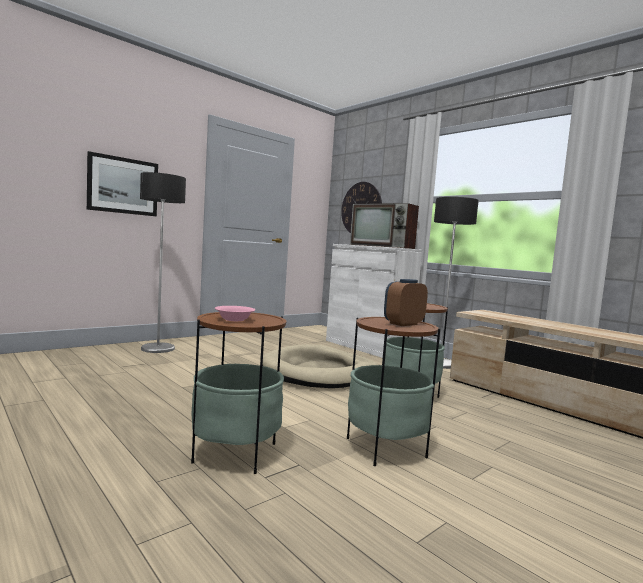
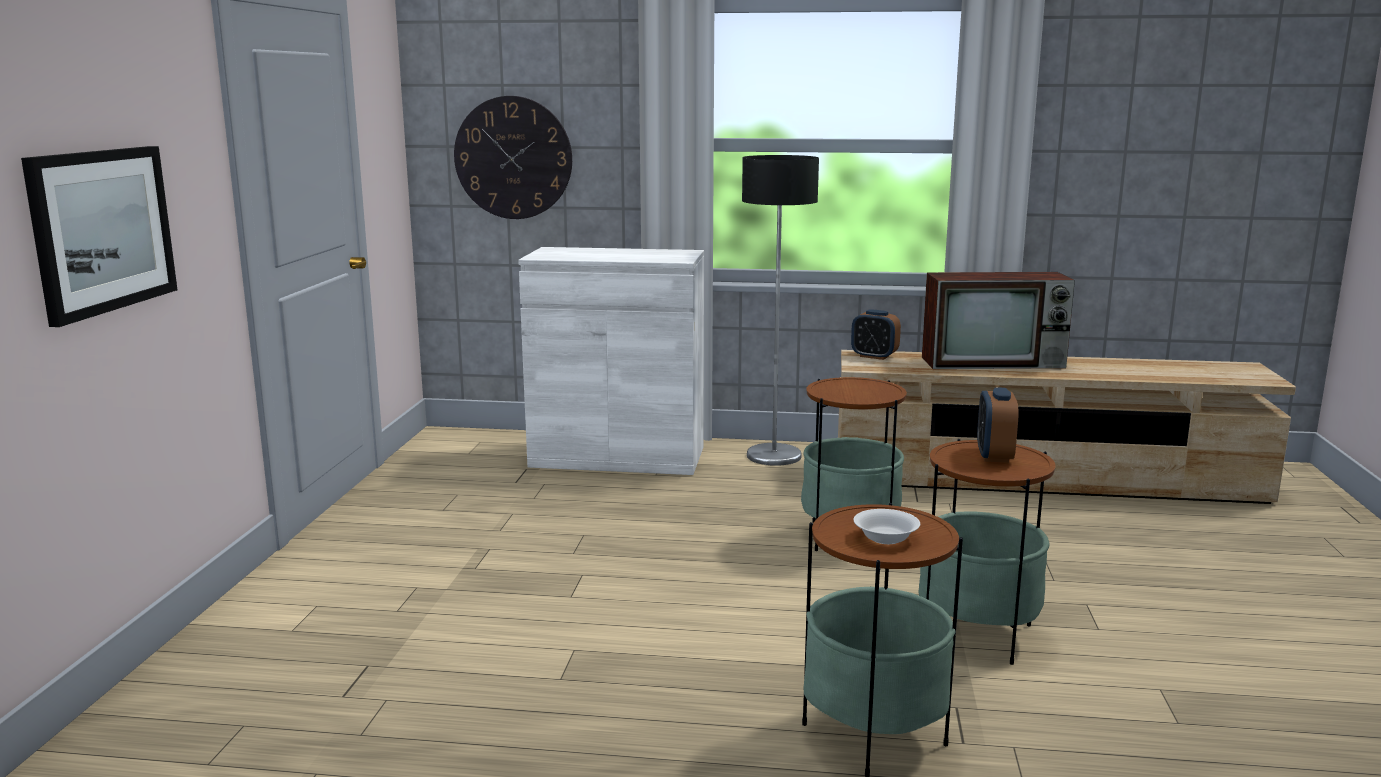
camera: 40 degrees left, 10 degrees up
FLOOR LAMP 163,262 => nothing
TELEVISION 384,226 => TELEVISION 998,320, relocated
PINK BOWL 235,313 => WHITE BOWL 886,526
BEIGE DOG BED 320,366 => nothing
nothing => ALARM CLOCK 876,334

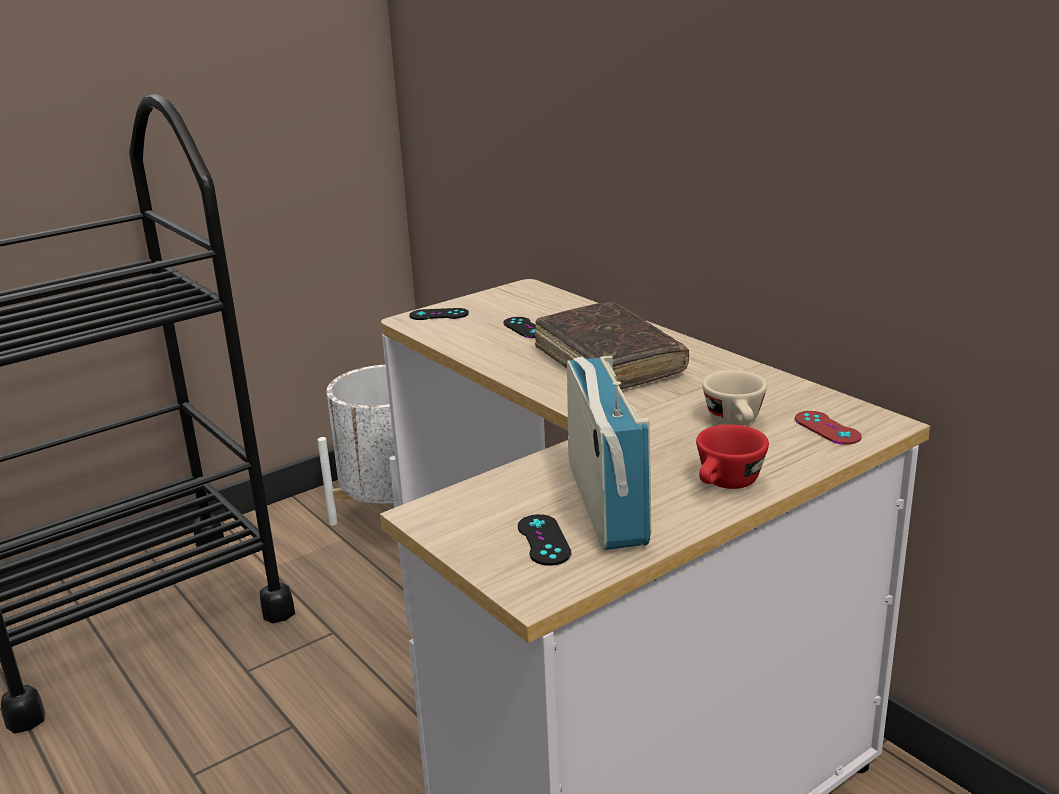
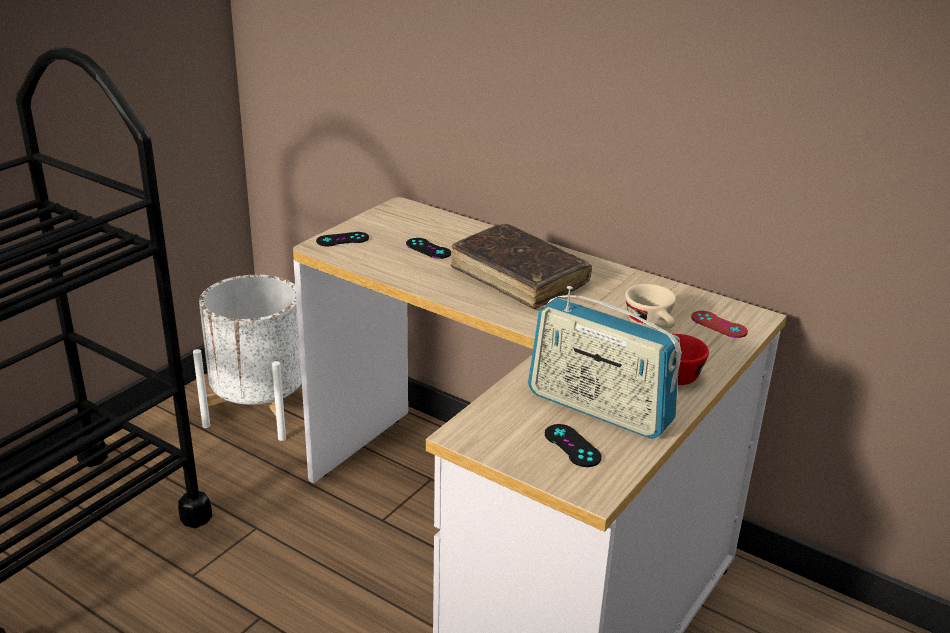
camera: 20 degrees left, 5 degrees up
RADIO 609,453 => RADIO 605,362, 150 degrees clockwise

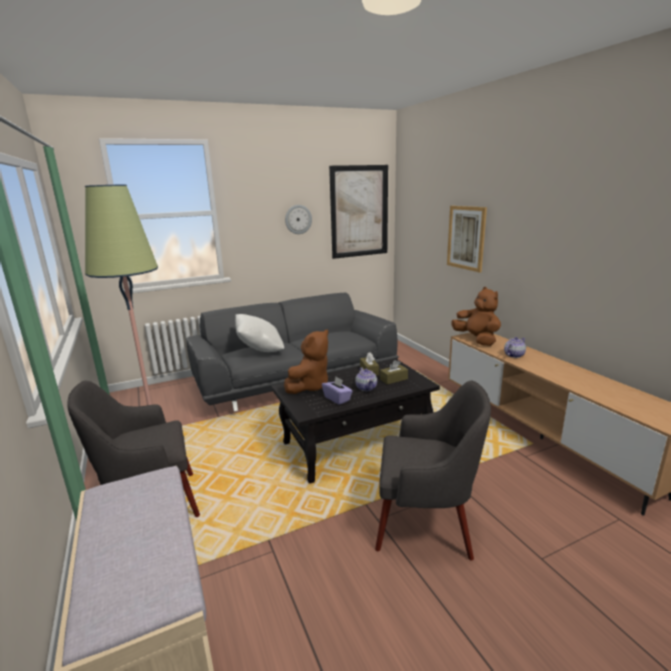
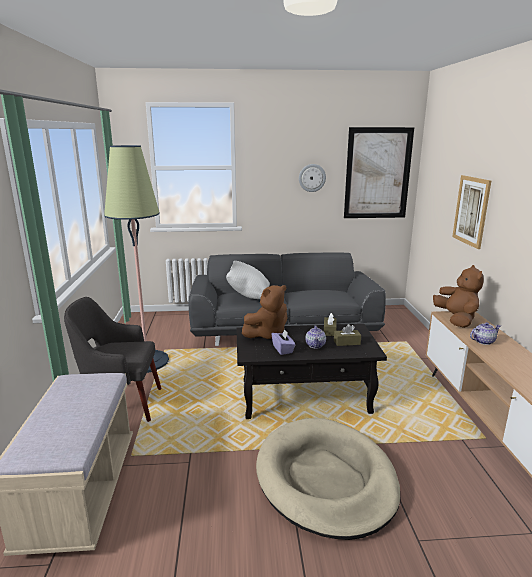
camera: 20 degrees right, 0 degrees up
GREY ARMCHAIR 433,471 => BEIGE DOG BED 328,479

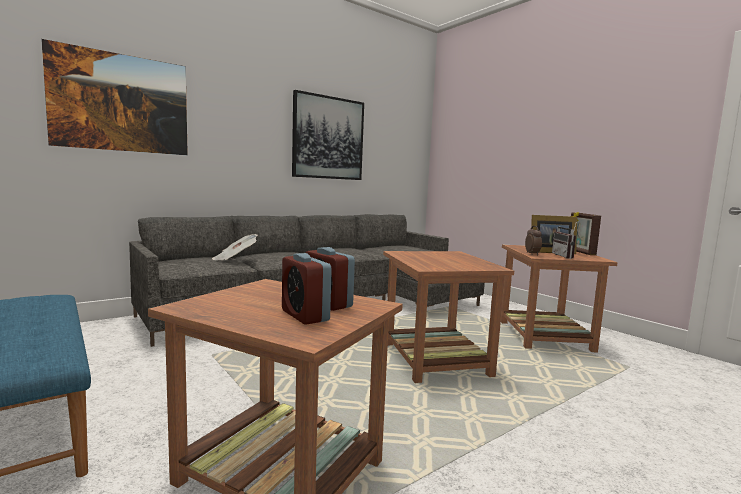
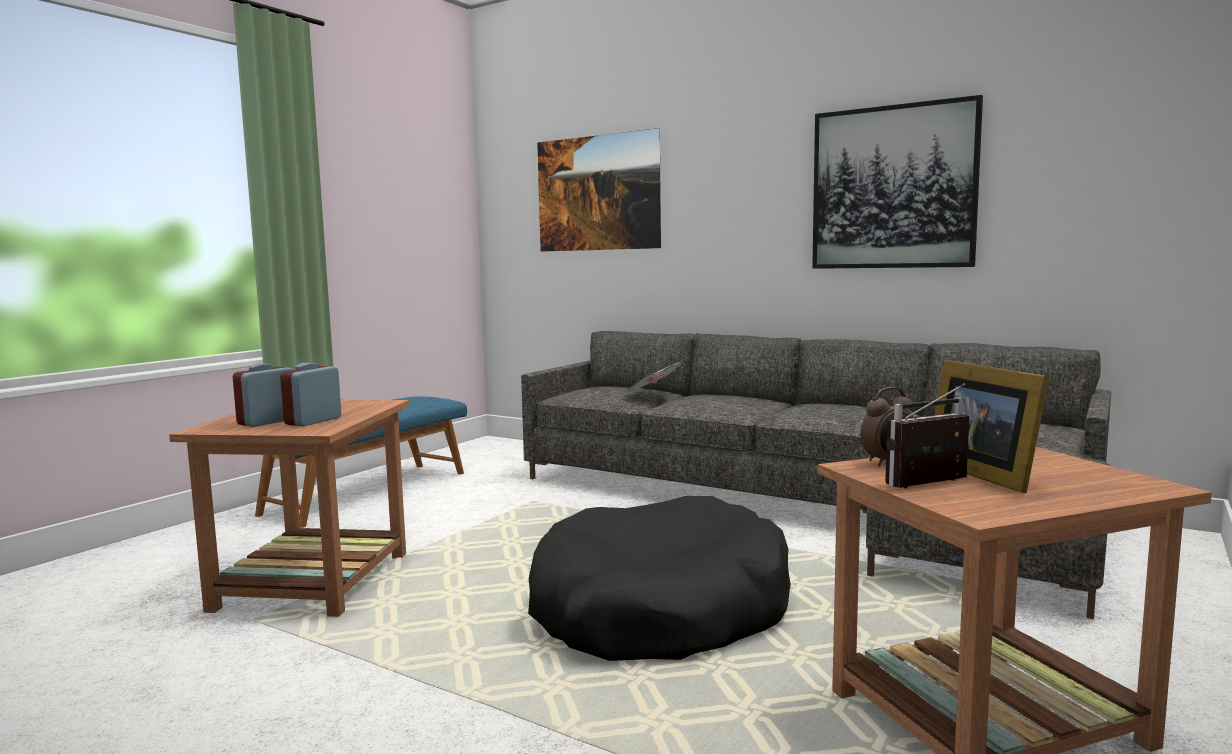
camera: 70 degrees right, 0 degrees up
PICTURE FRAME 586,233 => nothing
BROWN SIDE TABLE 448,317 => BLACK DOG BED 659,578

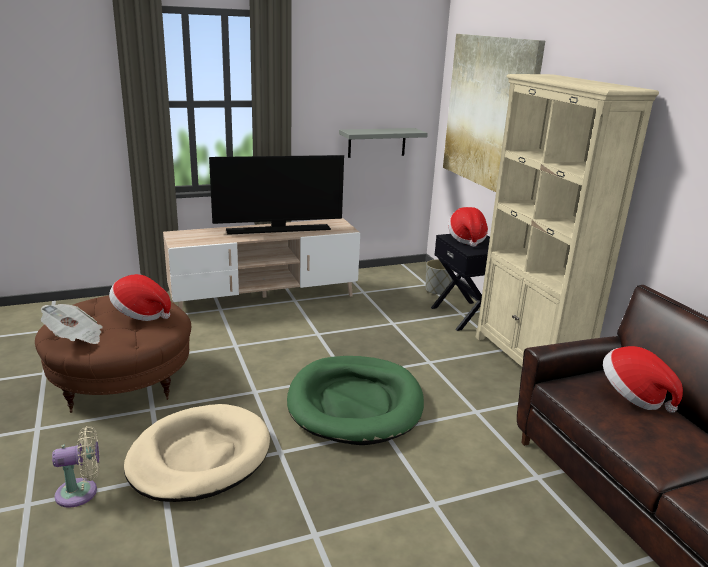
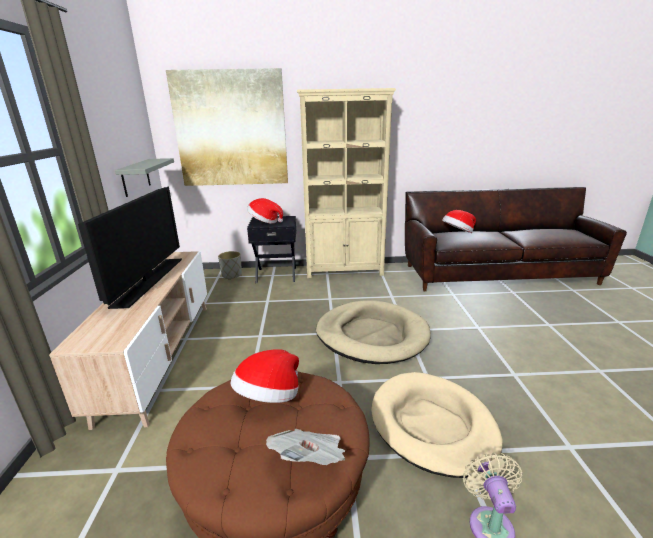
camera: 70 degrees left, 0 degrees up
GREEN DOG BED 355,400 => BEIGE DOG BED 373,332

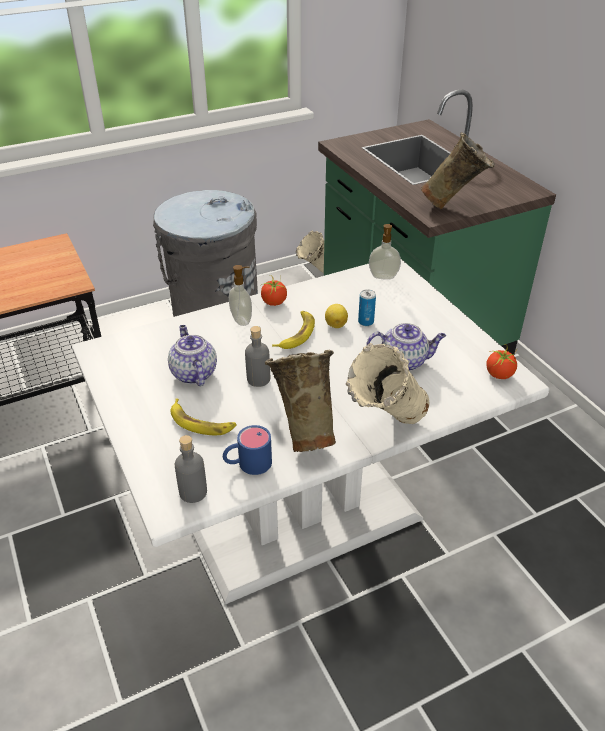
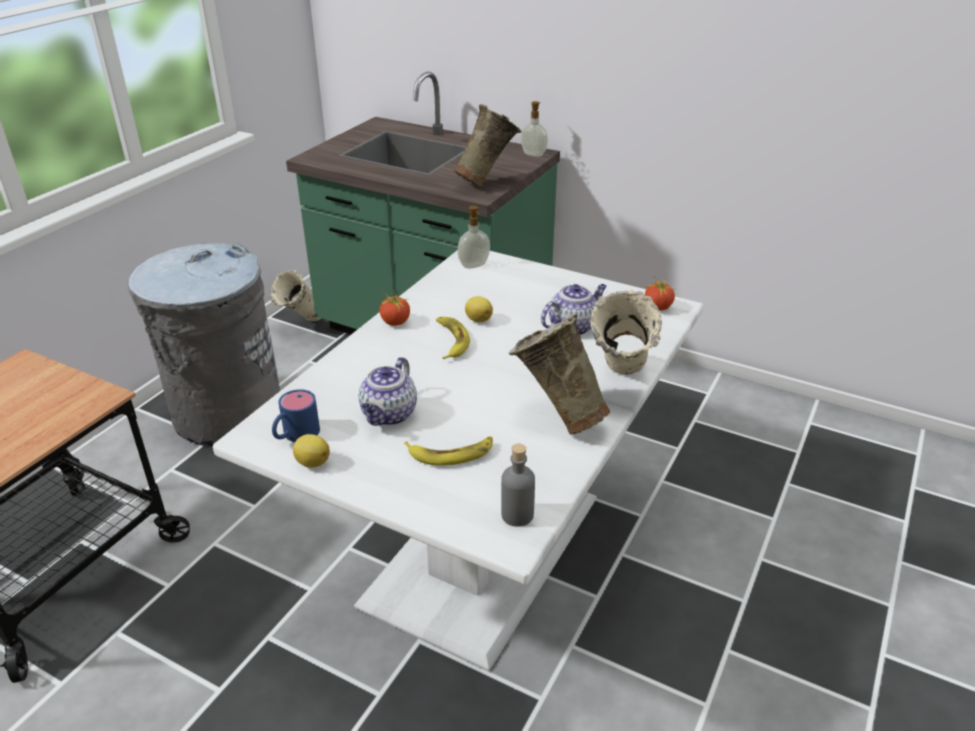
camera: 35 degrees left, 5 degrees down
SOAP DISPENSER 240,295 => SOAP DISPENSER 534,129, relocated
CAN 367,307 => nothing
TEAPOT 192,355 => TEAPOT 387,391, 105 degrees counterclockwise
GREY BOTTLE 257,356 => nothing
BLUE MUG 247,450 => BLUE MUG 296,415, relocated
nothing => LEMON 311,451

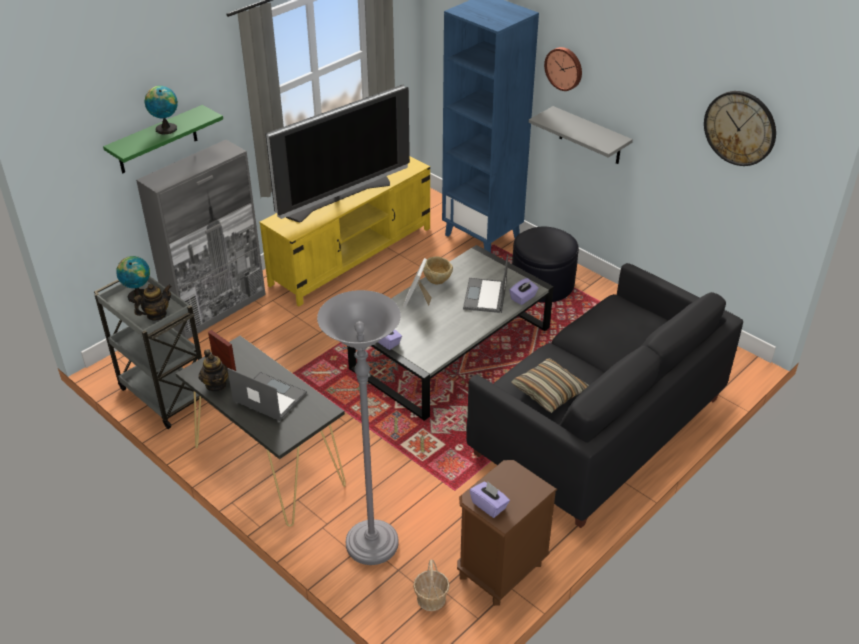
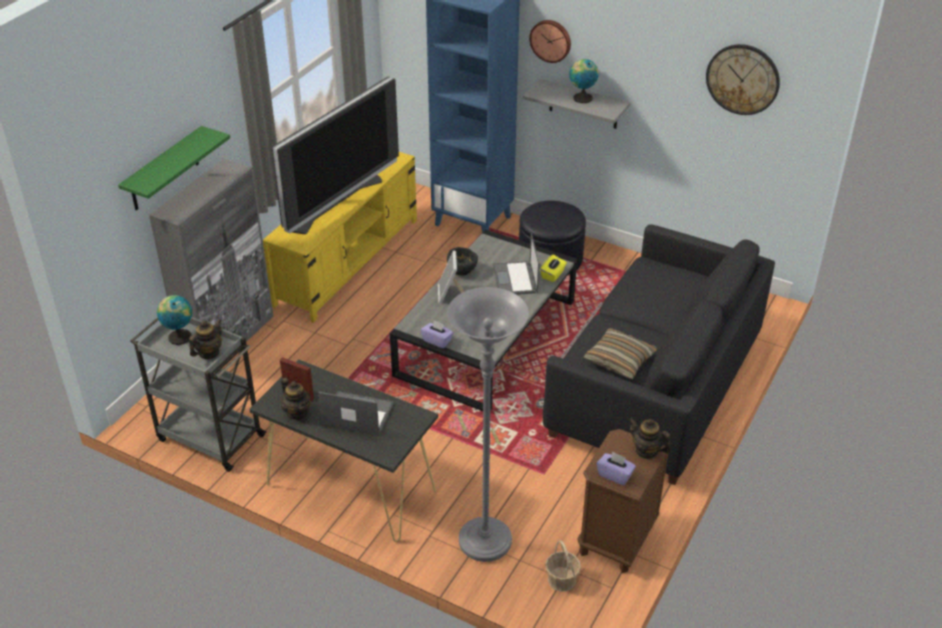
camera: 15 degrees left, 0 degrees up
GLOBE 161,110 => GLOBE 584,81, relocated
BEIGE BOWL 438,270 => BLACK BOWL 462,261
PURPLE TISSUE BOX 524,291 => YELLOW TISSUE BOX 553,268
nothing => TEAPOT 650,438

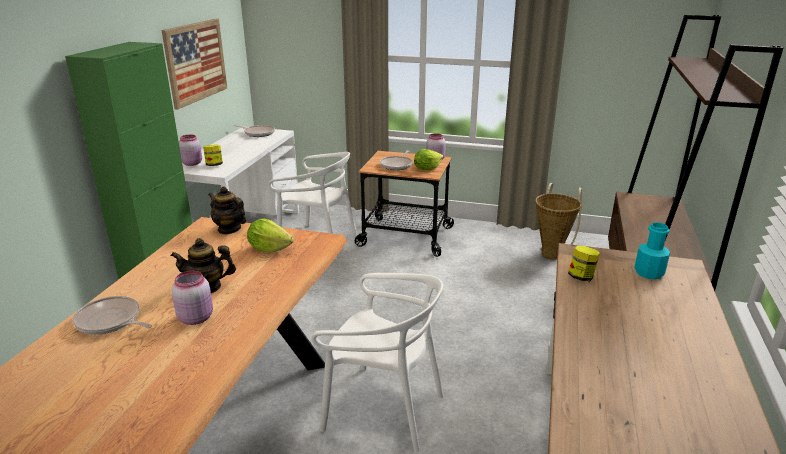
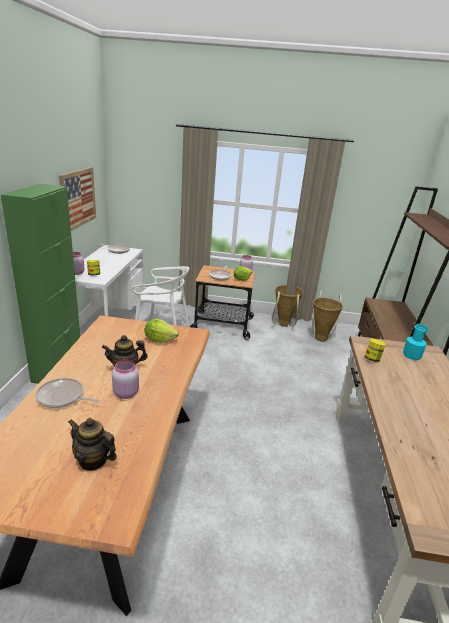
camera: 10 degrees left, 0 degrees up
TEAPOT 227,210 => TEAPOT 93,444, relocated
WHITE CHAIR 377,362 => nothing
nothing => BASKET 287,306

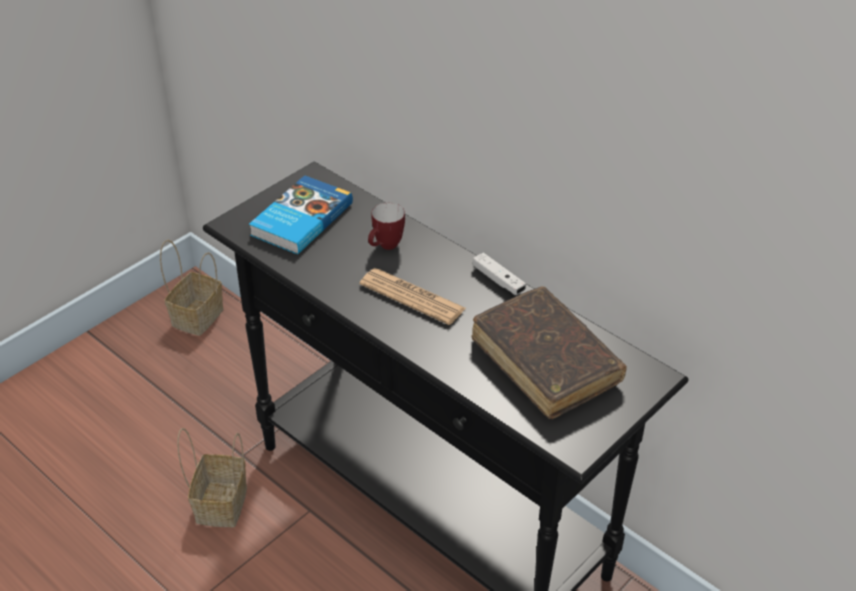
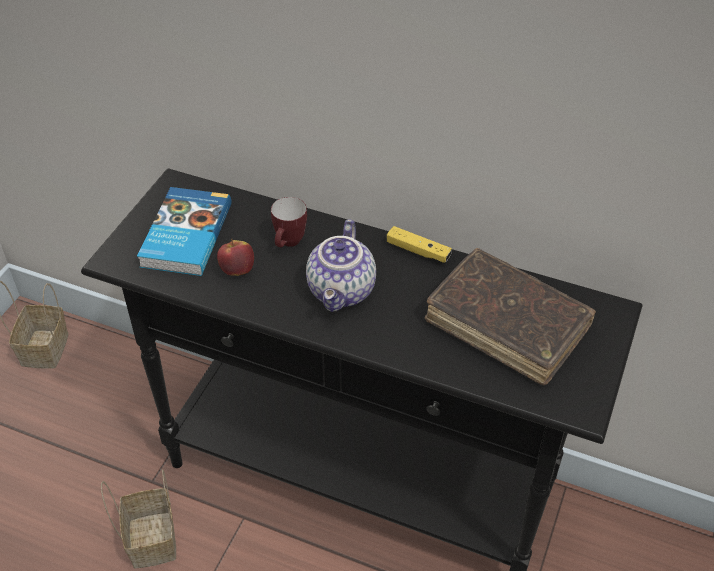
camera: 20 degrees left, 5 degrees up
WHITE GAME CONTROLLER 499,274 => YELLOW GAME CONTROLLER 419,244
NEWSPAPER 413,296 => TEAPOT 341,265
nothing => APPLE 235,257

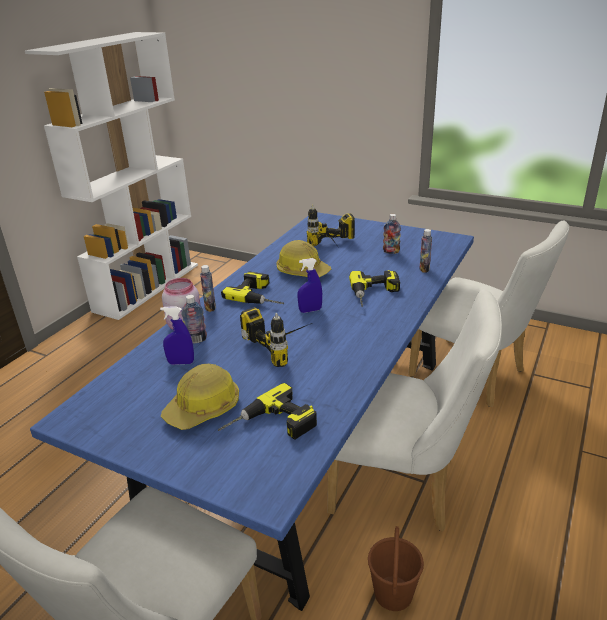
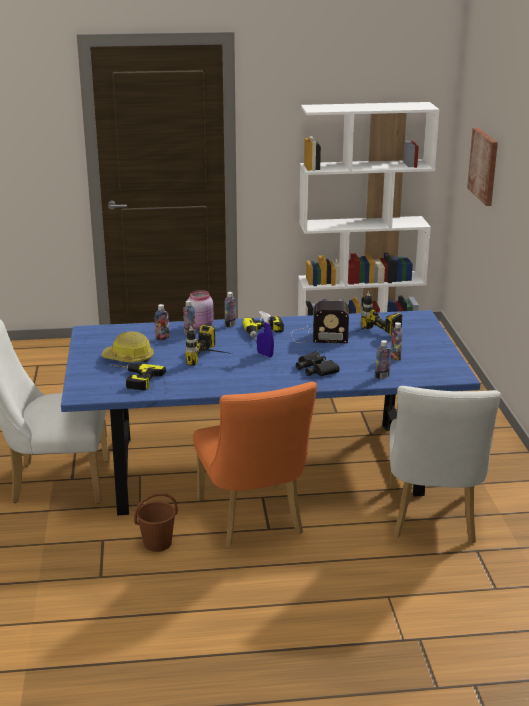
camera: 55 degrees right, 5 degrees down
HARD HAT 303,258 => RADIO 320,322
POWER DRILL 374,288 => BLACK BINOCULARS 318,363
WHITE CHAIR 414,410 => ORANGE CHAIR 255,465
BLUE SPRAY BOTTLE 177,335 => BOTTLE 162,322
nothing => PICTURE 482,167

